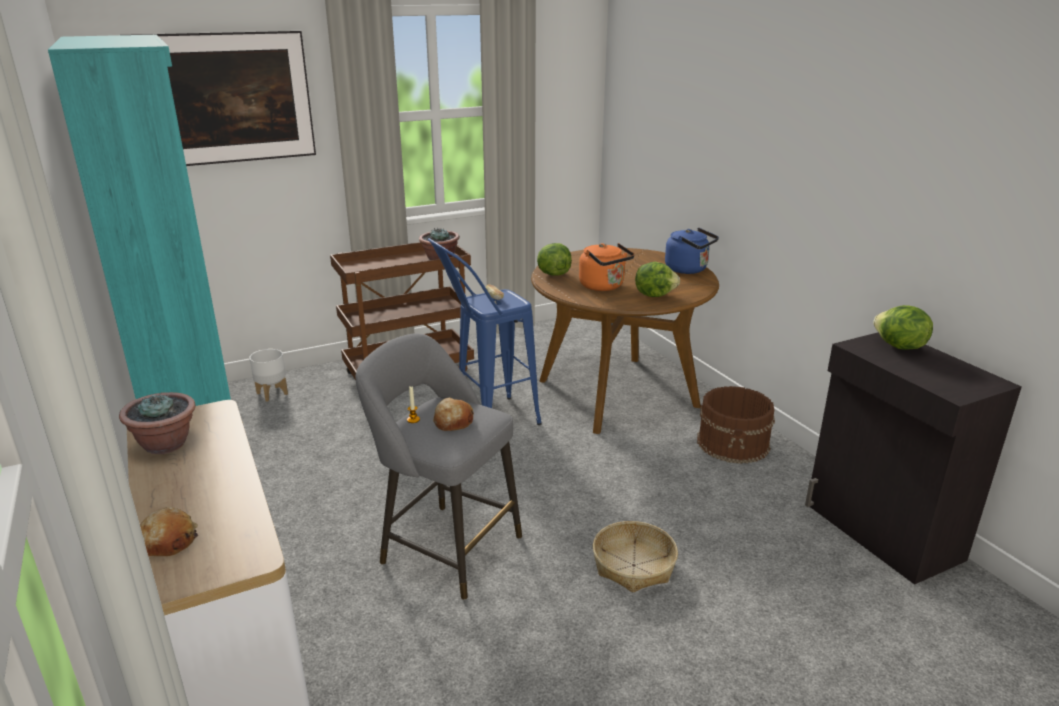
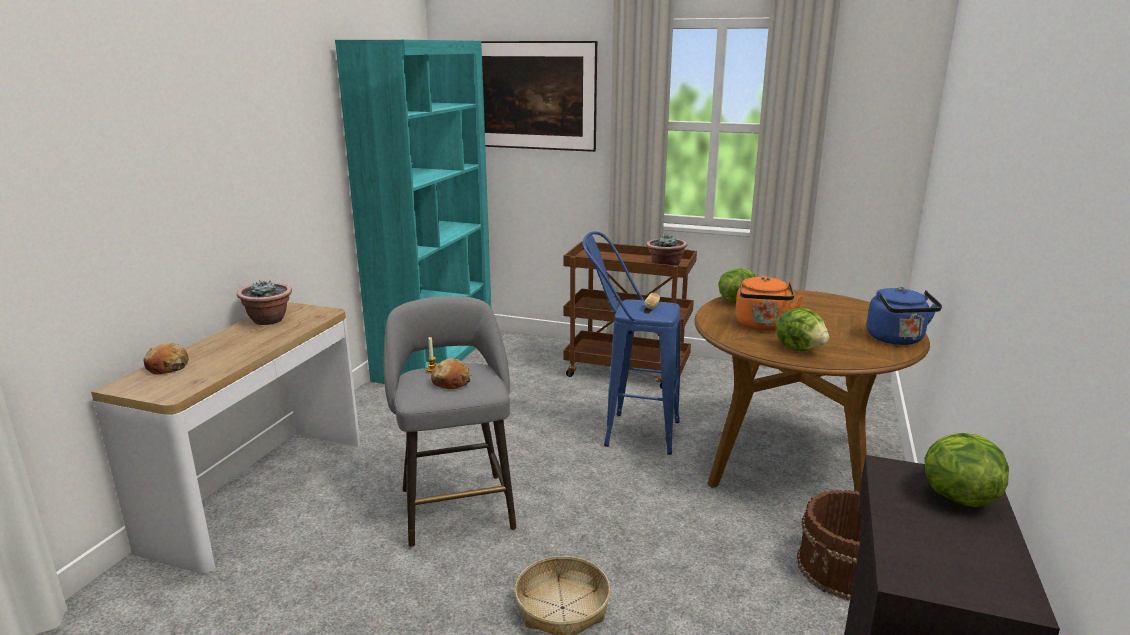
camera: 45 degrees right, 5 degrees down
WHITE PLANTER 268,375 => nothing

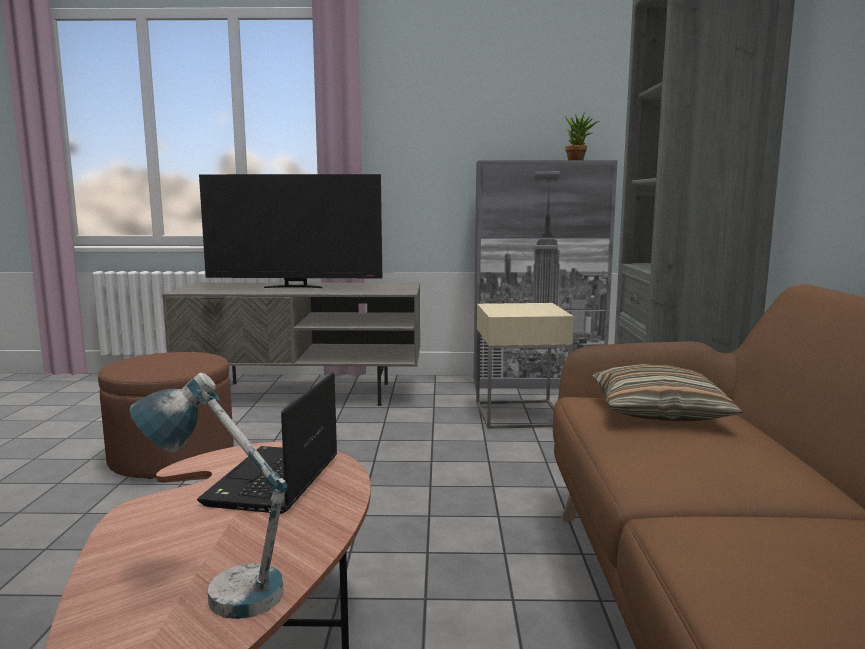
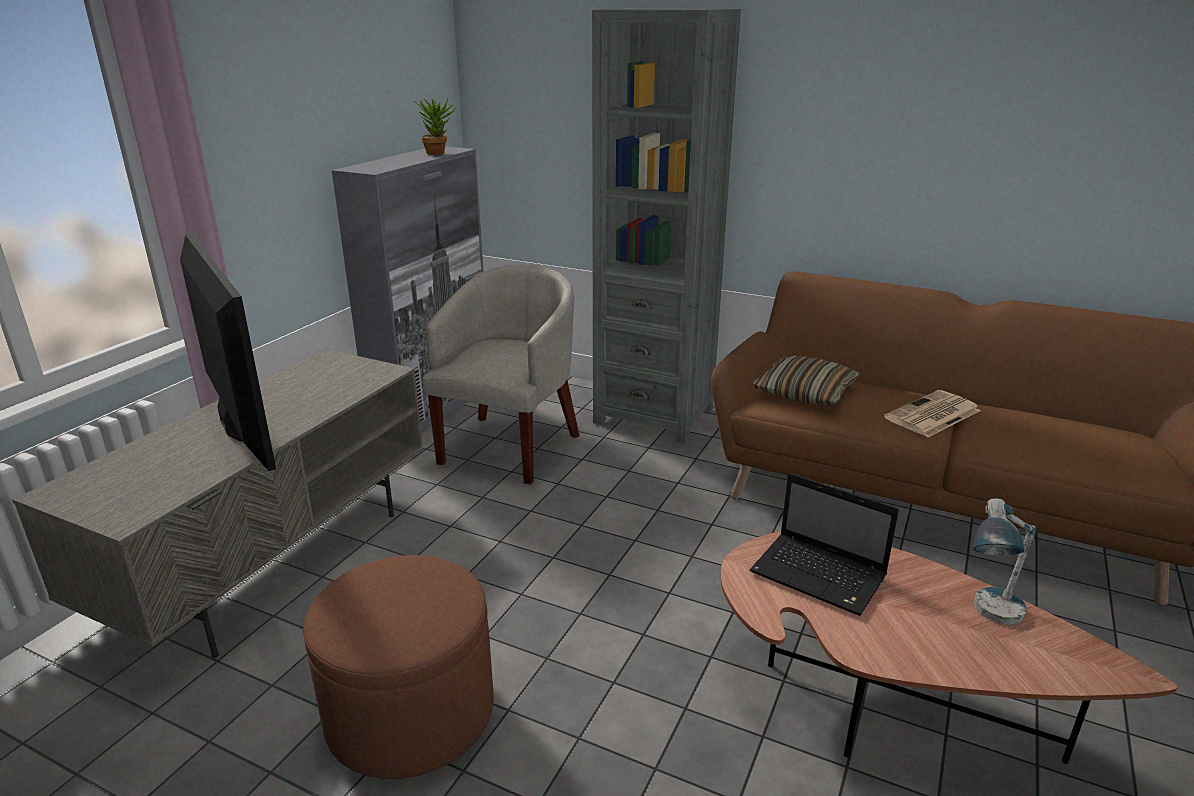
camera: 65 degrees left, 15 degrees up
TELEVISION 290,231 => TELEVISION 228,351, 60 degrees counterclockwise
BEIGE SIDE TABLE 525,366 => BEIGE ARMCHAIR 501,374
nothing => NEWSPAPER 932,413

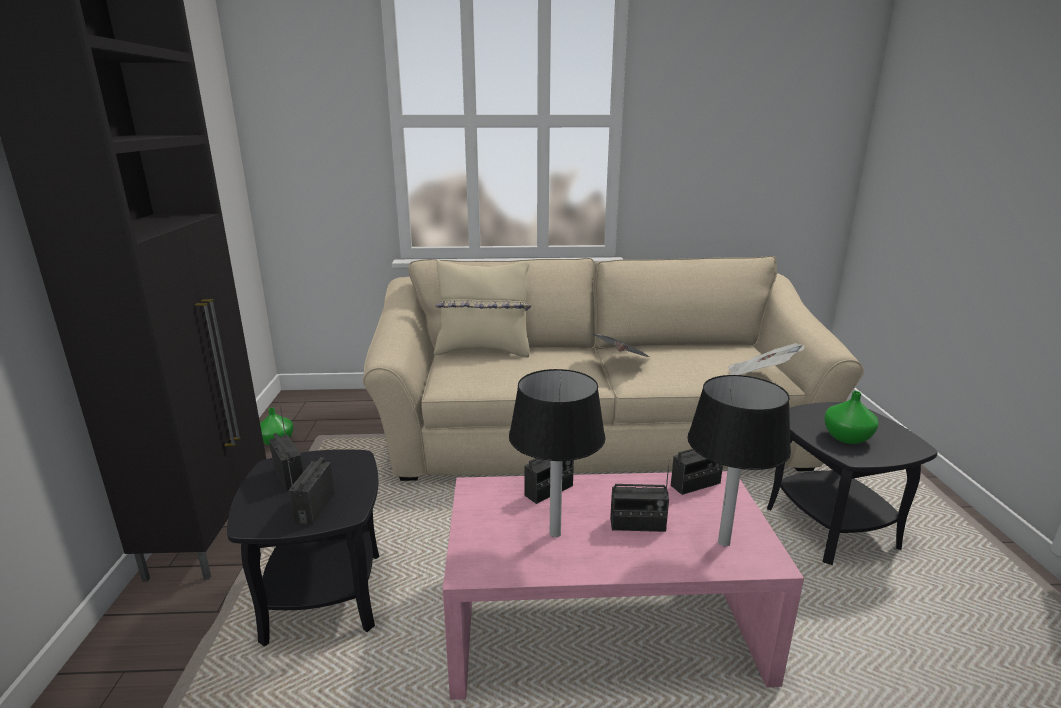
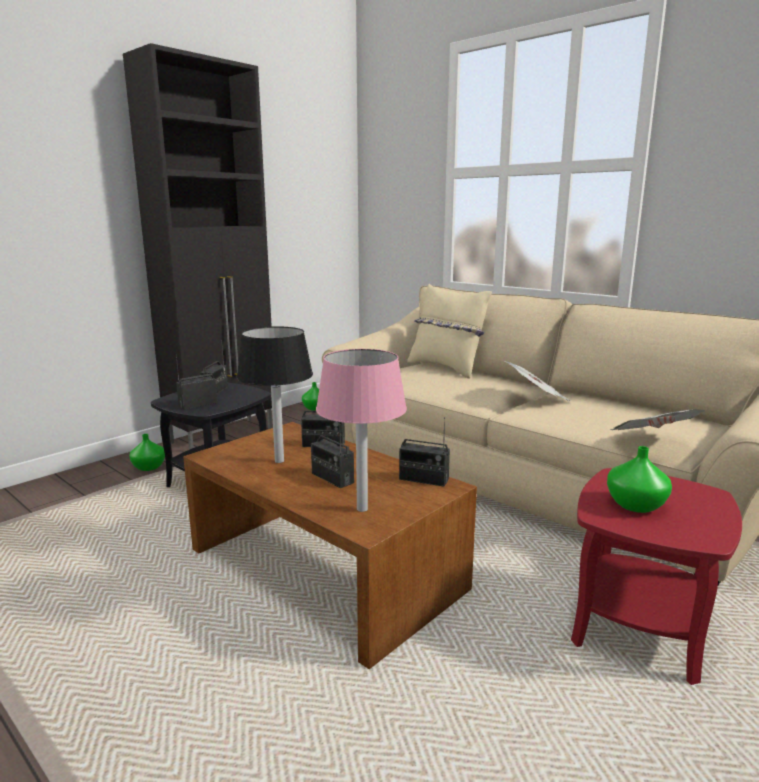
camera: 45 degrees right, 5 degrees down
BLACK TABLE LAMP 739,461 => PINK TABLE LAMP 361,430
BLACK SIDE TABLE 852,483 => RED SIDE TABLE 656,576
PINK COFFEE TABLE 623,585 => BROWN COFFEE TABLE 330,545
nothing => GREEN VASE 147,452

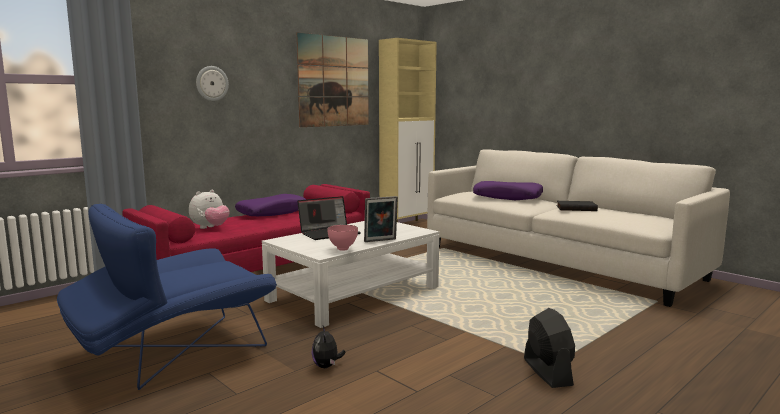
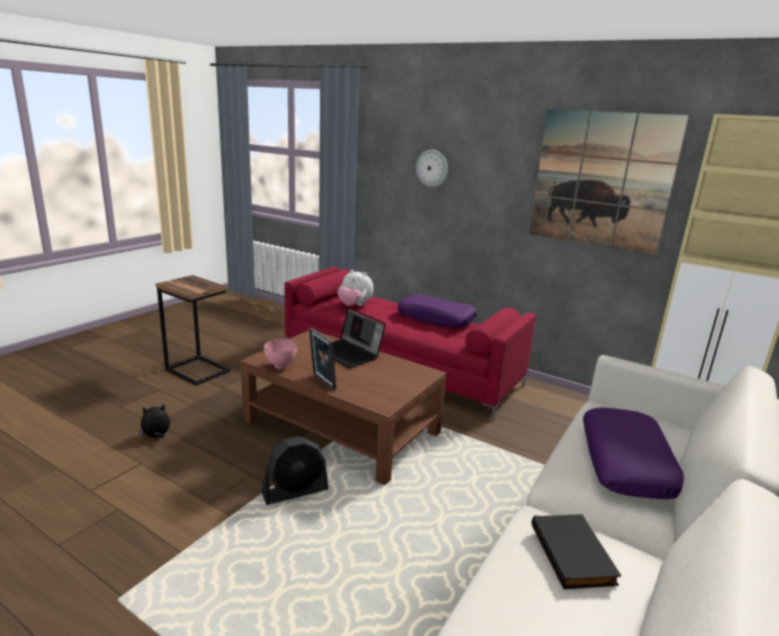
camera: 75 degrees right, 10 degrees up
BLUE ARMCHAIR 167,296 => SIDE TABLE 193,330
WHITE COFFEE TABLE 350,274 => BROWN COFFEE TABLE 343,407
BLACK FAN 549,348 => BLACK FAN 295,470, relocated

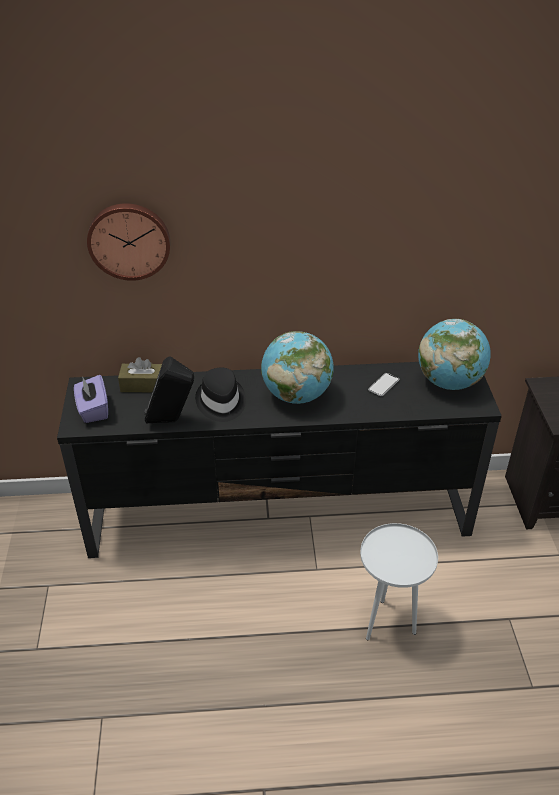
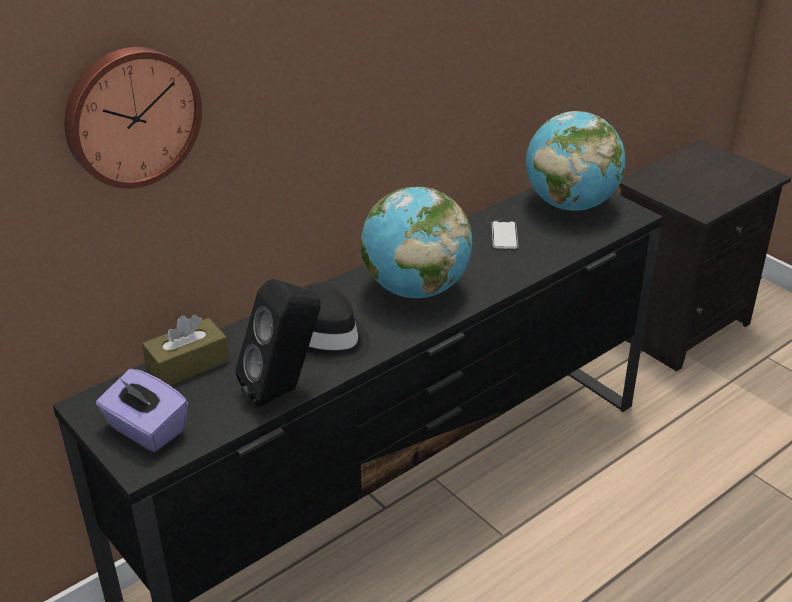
camera: 35 degrees left, 5 degrees down
WHITE SIDE TABLE 399,581 => nothing

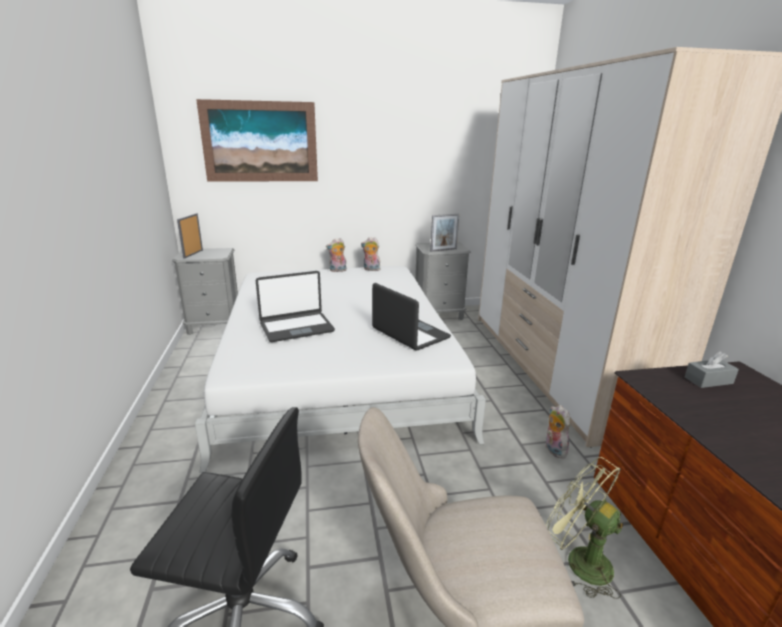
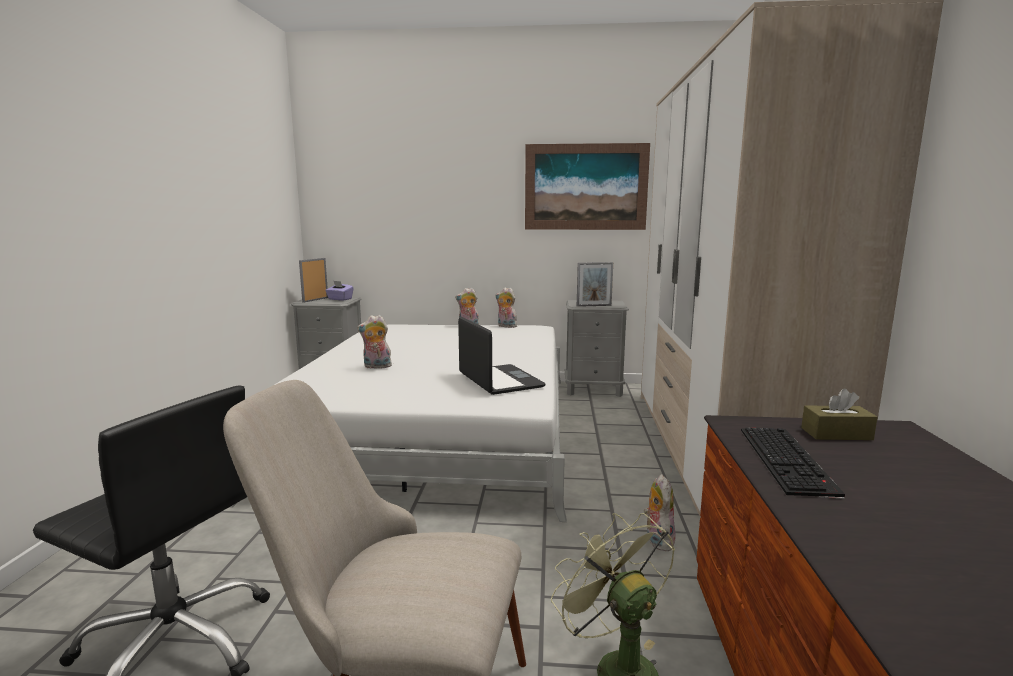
camera: 15 degrees right, 10 degrees down
PICTURE 257,140 => PICTURE 587,186, relocated
LAPTOP 295,306 => PLUSH TOY 375,342
GREY TISSUE BOX 712,370 => BROWN TISSUE BOX 839,414
nothing => PURPLE TISSUE BOX 340,291
nothing => KEYBOARD 793,463

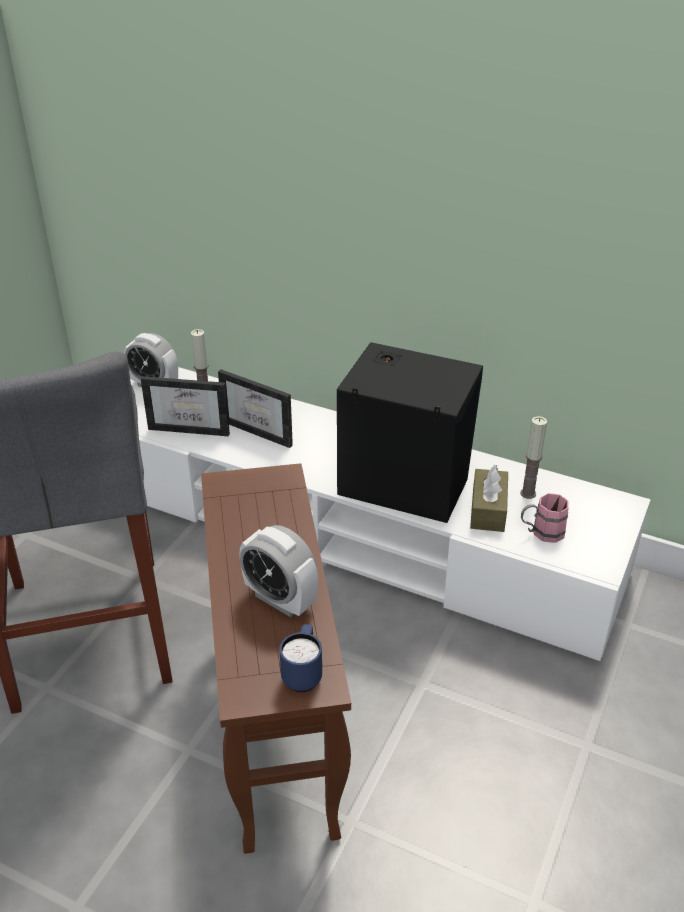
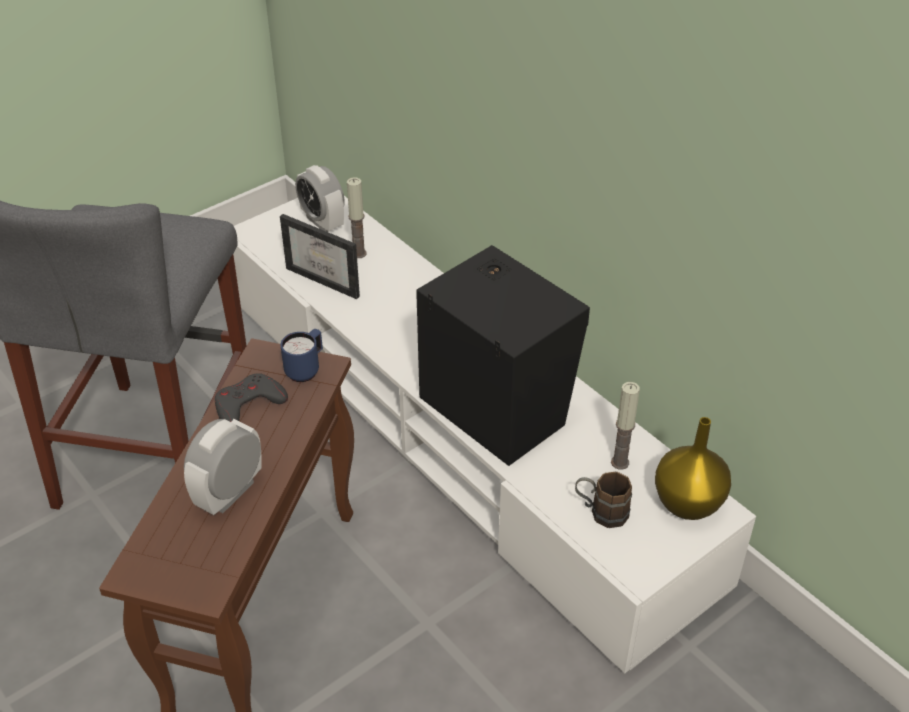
camera: 25 degrees right, 5 degrees up
PICTURE FRAME 255,408 => nothing
BROWN TISSUE BOX 489,498 => nothing
PINK MUG 545,518 => BROWN MUG 603,500
ALARM CLOCK 278,571 => ALARM CLOCK 223,467, 60 degrees clockwise
BLUE MUG 300,658 => BLUE MUG 301,355, relocated
nothing => GREY GAME CONTROLLER 251,397
nothing => YELLOW VASE 693,468

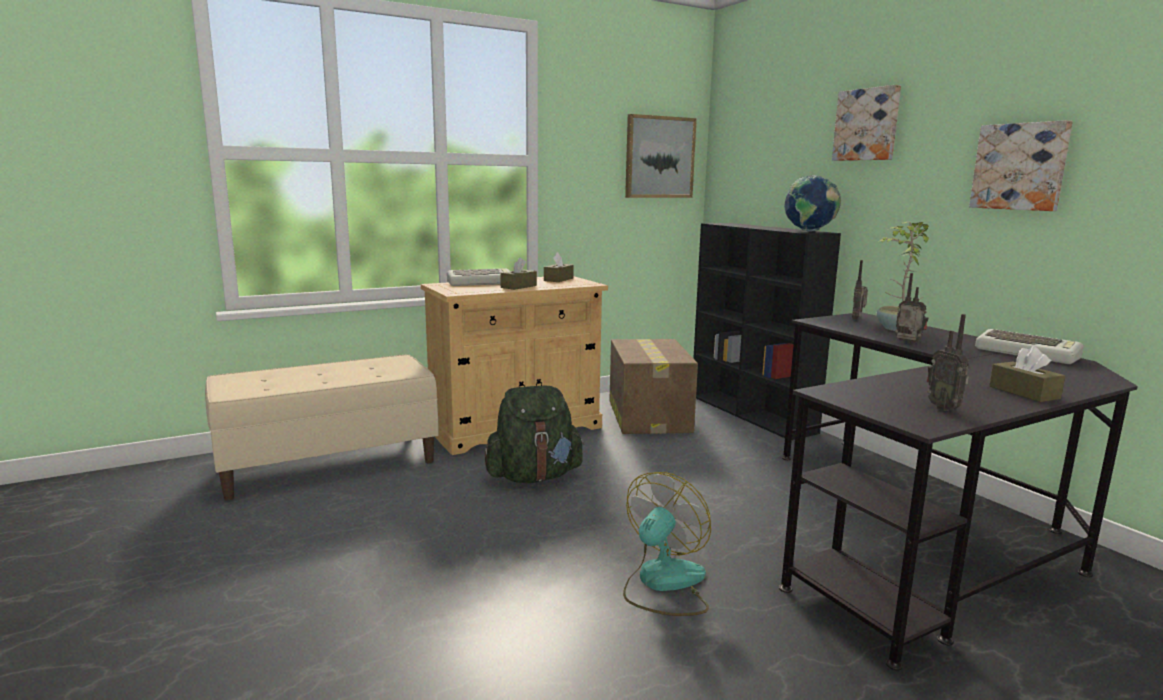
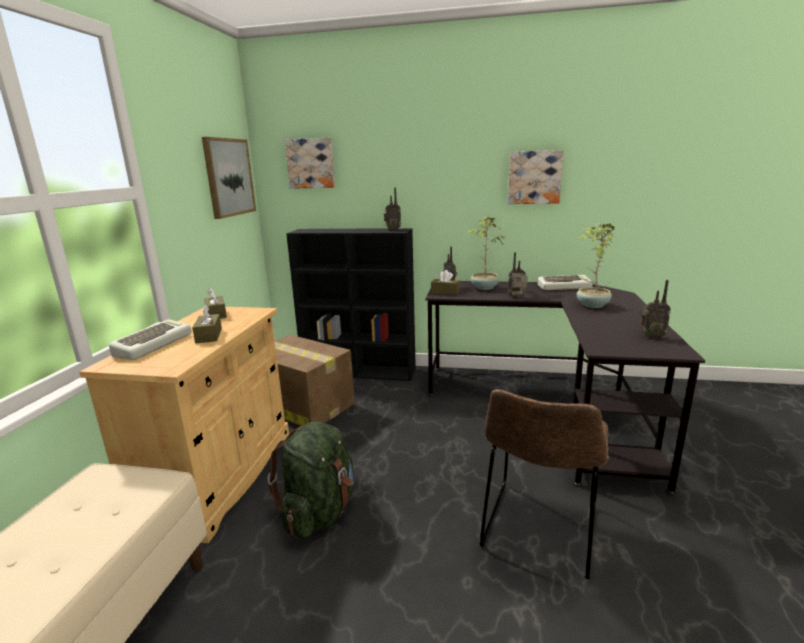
camera: 50 degrees left, 5 degrees up
PICTURE 866,123 => PICTURE 310,163, relocated
GLOBE 812,203 => RADIO 392,209
BROWN TISSUE BOX 1027,374 => BROWN TISSUE BOX 445,282, relocated
FAN 667,544 => BROWN CHAIR 544,484
nothing => POTTED PLANT 595,265

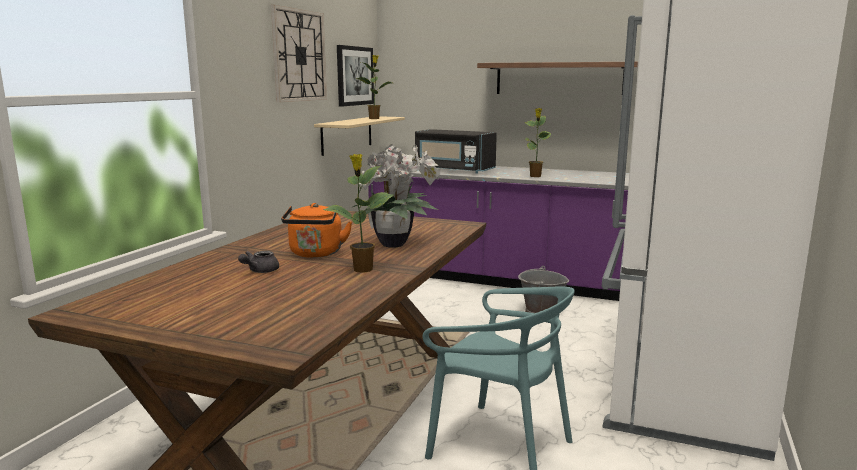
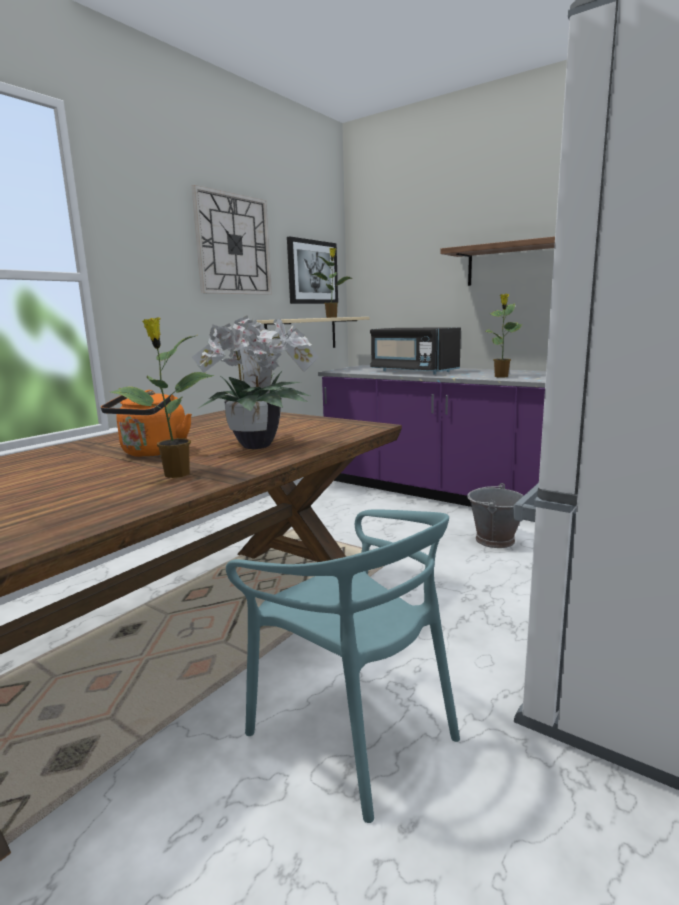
camera: 15 degrees right, 0 degrees up
GREY TEAPOT 258,262 => nothing

